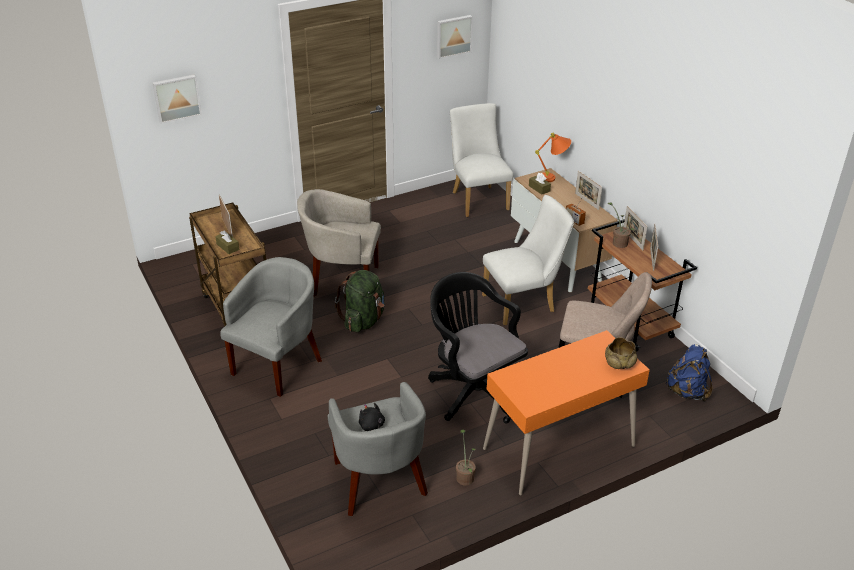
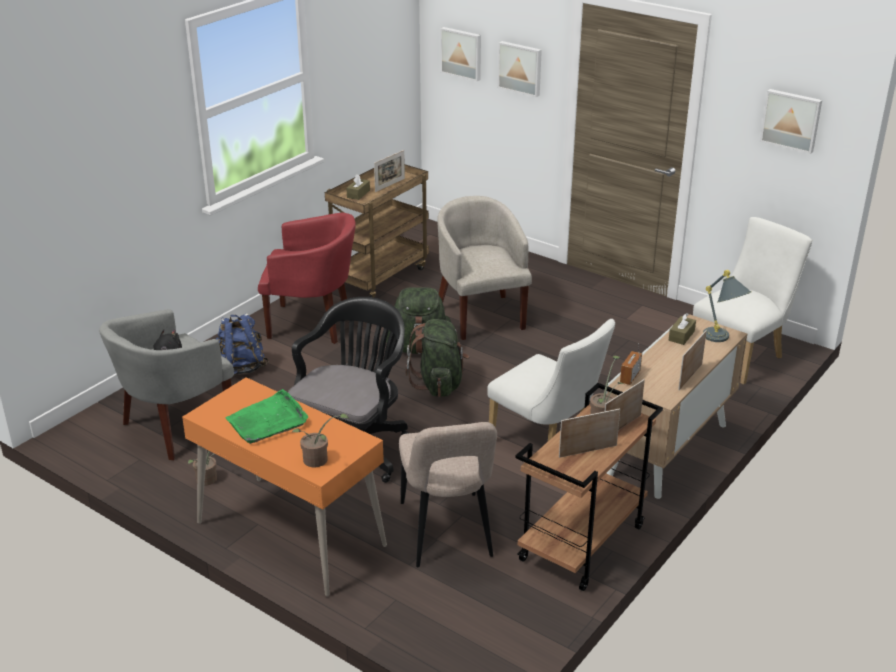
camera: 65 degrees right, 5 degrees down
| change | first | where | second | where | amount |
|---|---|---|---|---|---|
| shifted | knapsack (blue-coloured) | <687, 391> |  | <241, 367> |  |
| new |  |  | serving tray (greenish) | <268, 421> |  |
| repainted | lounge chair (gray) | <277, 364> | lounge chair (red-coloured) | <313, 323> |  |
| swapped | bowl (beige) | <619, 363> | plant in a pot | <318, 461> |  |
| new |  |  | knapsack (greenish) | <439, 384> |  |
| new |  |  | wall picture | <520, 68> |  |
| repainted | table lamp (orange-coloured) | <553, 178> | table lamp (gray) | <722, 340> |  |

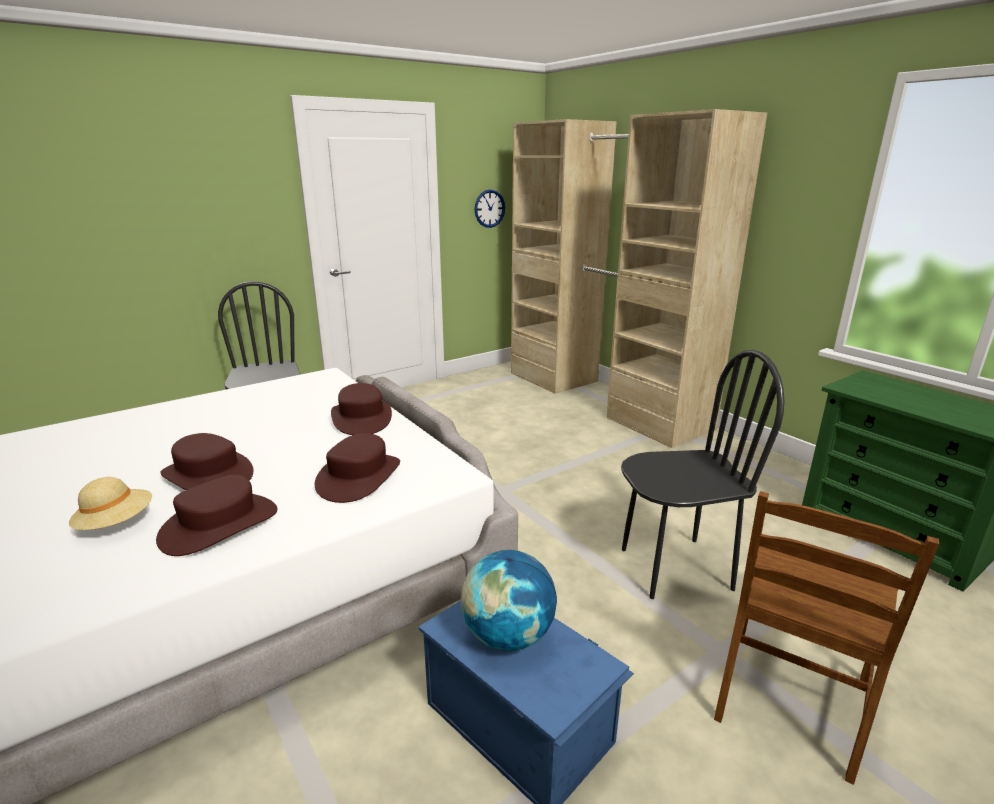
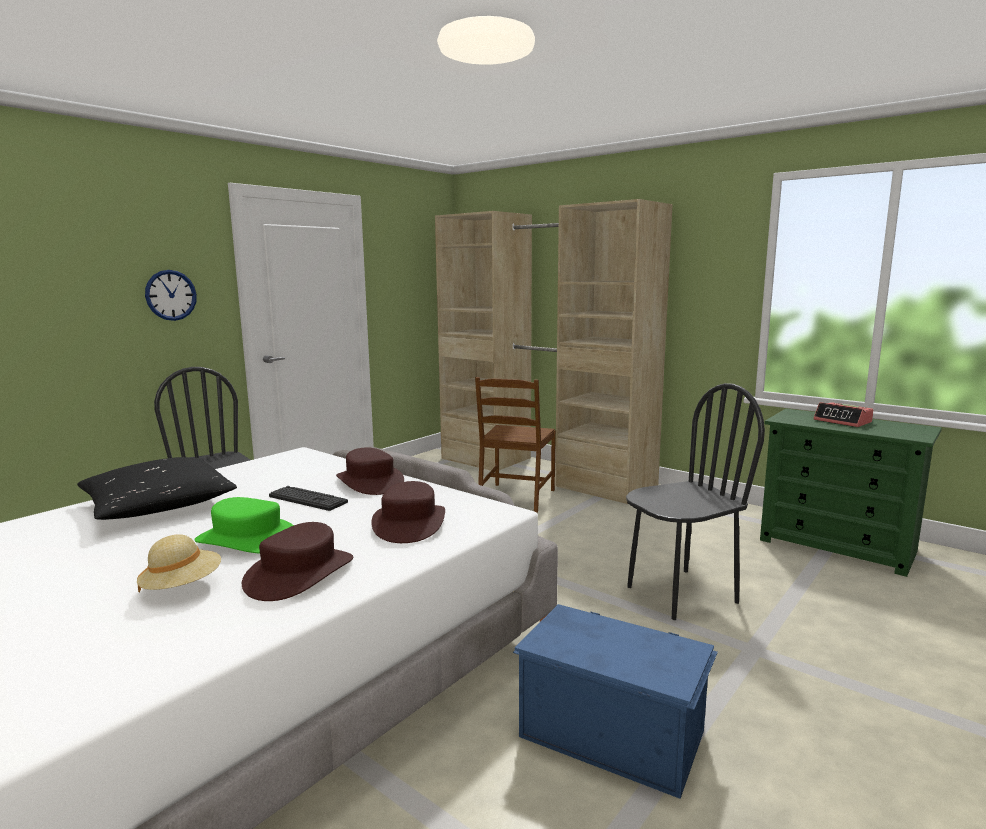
camera: 15 degrees left, 10 degrees down
| change | first | where | second | where | amount |
|---|---|---|---|---|---|
| new |  |  | throw pillow (black-coloured) | <158, 505> |  |
| shifted | wall clock | <489, 208> |  | <171, 295> |  |
| repainted | hat (brownish) | <209, 475> | hat (greenish) | <248, 539> |  |
| new |  |  | keyboard | <308, 499> |  |
| shifted | upright chair (brownish) | <791, 698> |  | <516, 498> |  |
| new |  |  | alarm clock | <843, 421> |  |
| gone | globe | <508, 635> |  |  |  |

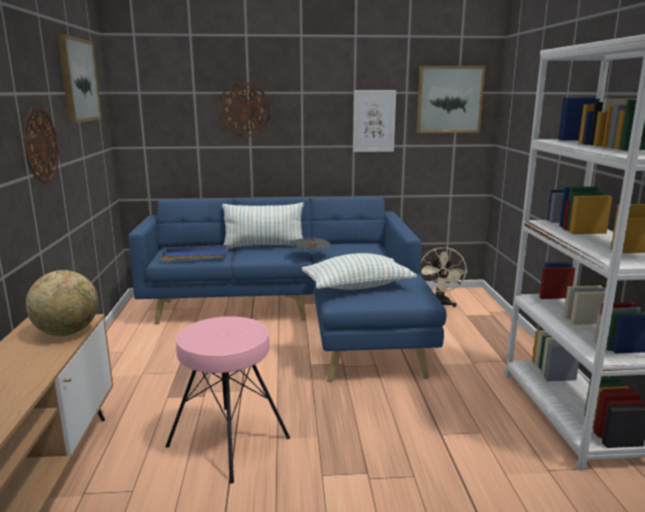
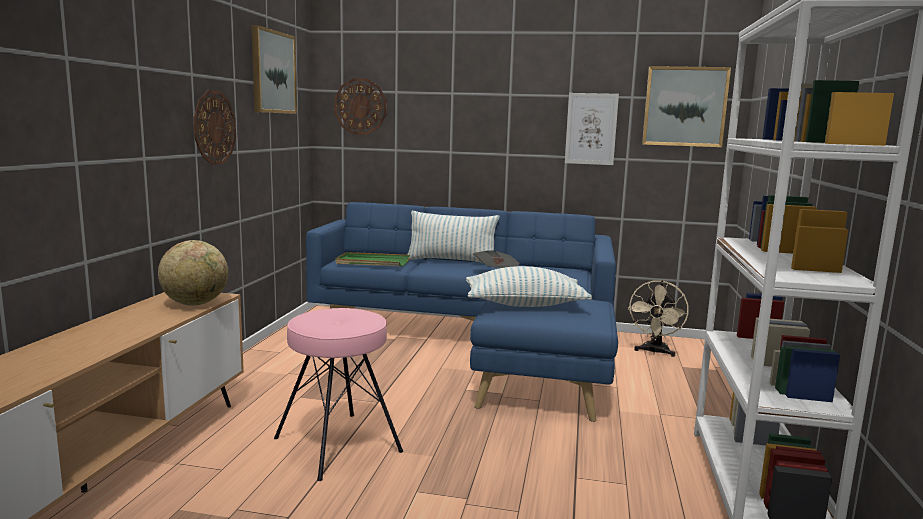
camera: 15 degrees right, 5 degrees down
| change | first | where | second | where | amount |
|---|---|---|---|---|---|
| shifted | wall clock | <244, 109> |  | <360, 106> |  |
| repainted | serving tray (blue-coloured) | <195, 256> | serving tray (greenish) | <372, 262> |  |

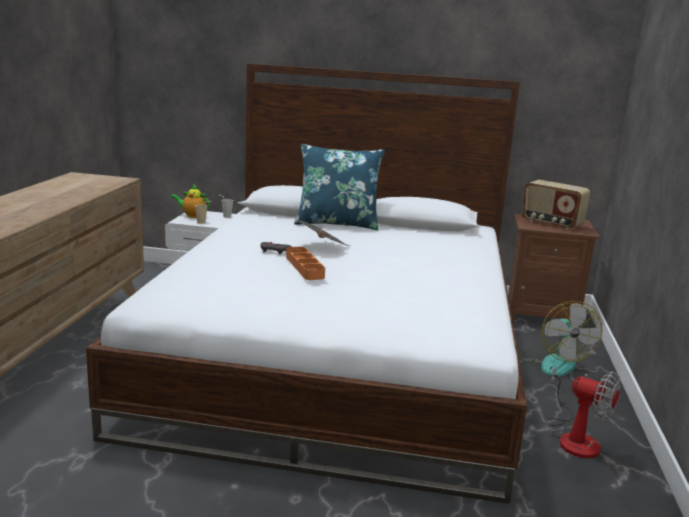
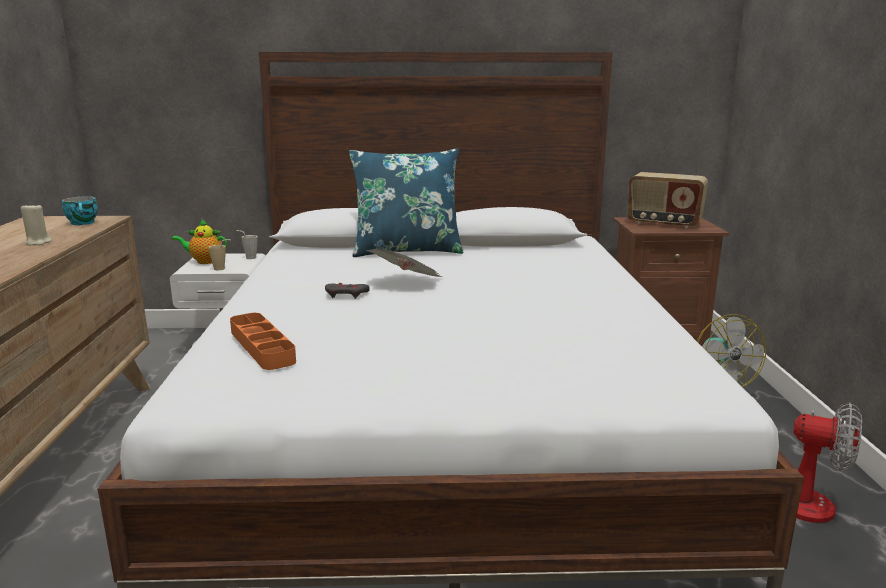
camera: 10 degrees left, 0 degrees up
| change | first | where | second | where | amount |
|---|---|---|---|---|---|
| new |  |  | wax candle (beige) | <38, 242> |  |
| new |  |  | drinking cup | <83, 223> |  |
| shifted | serving tray (orange-coloured) | <304, 267> |  | <262, 346> |  |

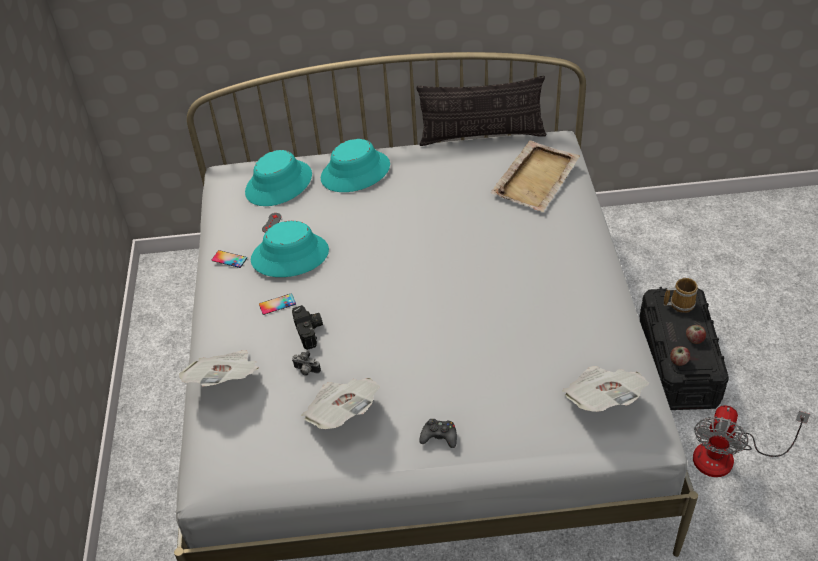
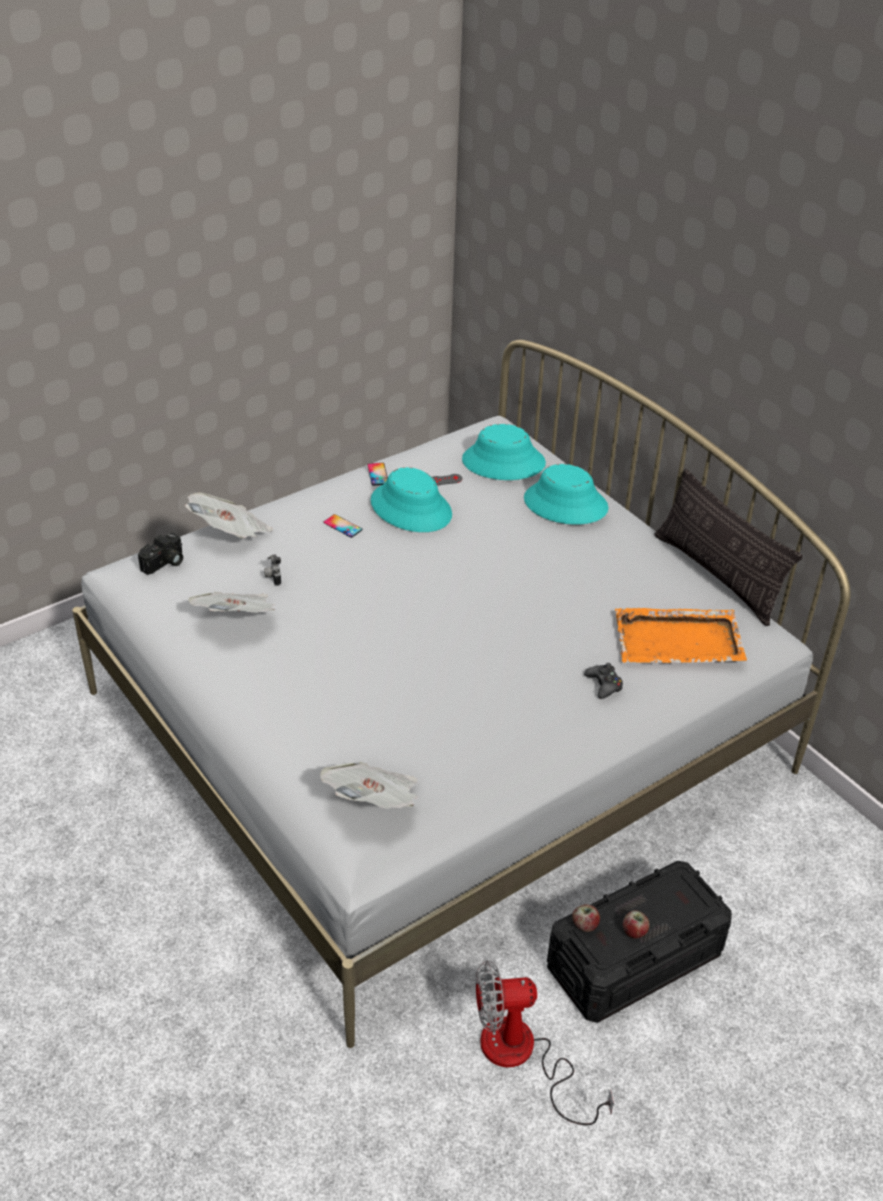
camera: 55 degrees right, 5 degrees down
| change | first | where | second | where | amount |
|---|---|---|---|---|---|
| shifted | still camera | <310, 332> |  | <165, 563> |  |
| shifted | joypad (black-coloured) | <439, 436> |  | <604, 685> |  |
| repainted | serving tray (beige) | <536, 178> | serving tray (orange-coloured) | <679, 640> |  |
| gone | tea mug | <680, 303> |  |  |  |

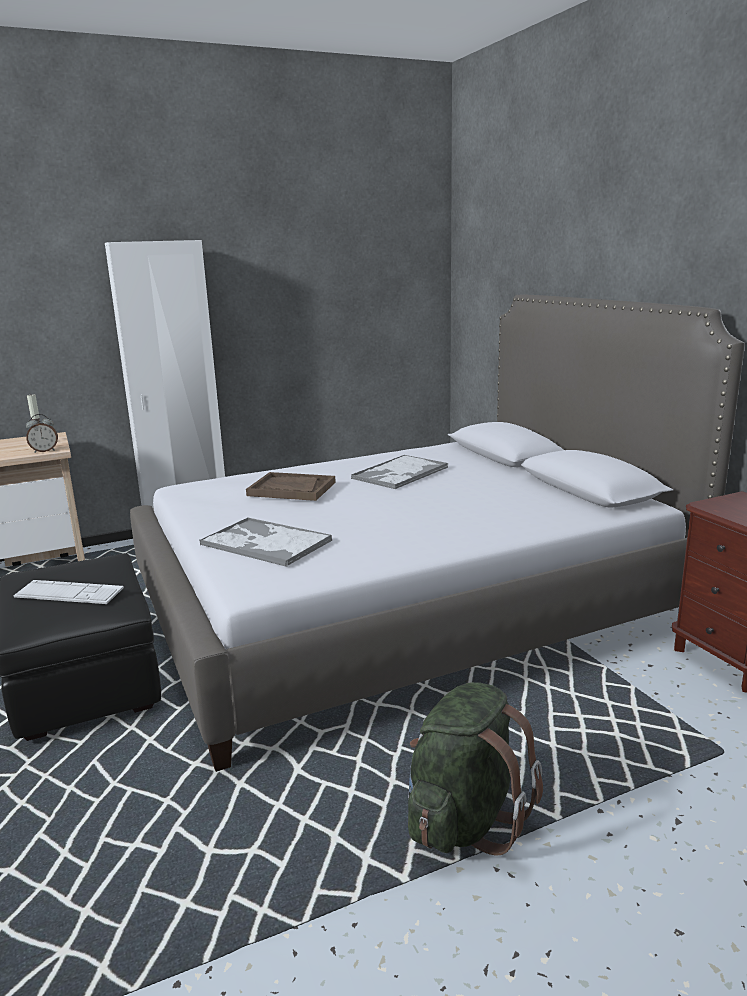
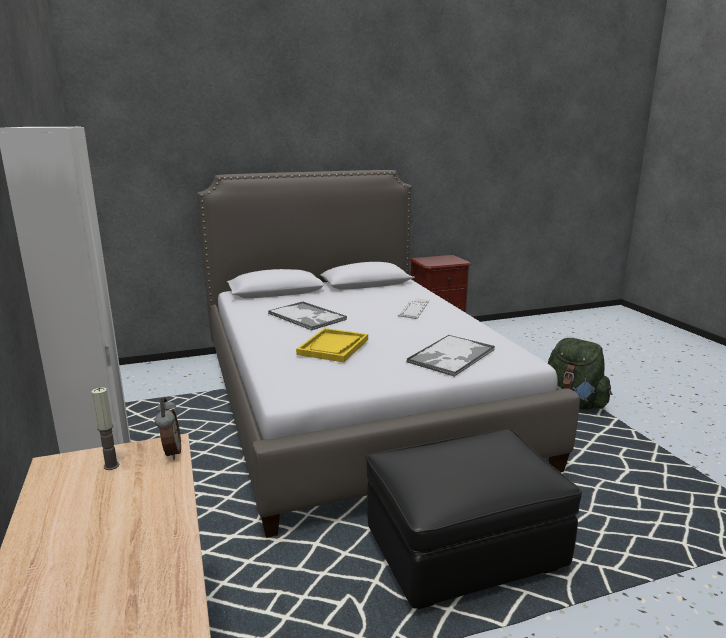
camera: 85 degrees left, 0 degrees up
| change | first | where | second | where | amount |
|---|---|---|---|---|---|
| repainted | serving tray (brownish) | <291, 489> | serving tray (yellow) | <333, 347> |  |
| shifted | keyboard | <69, 593> |  | <414, 309> |  |

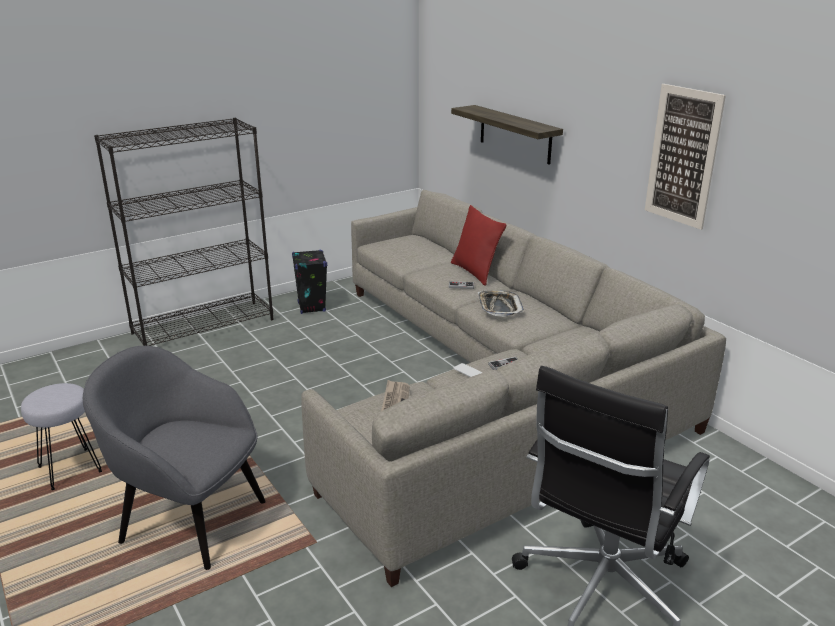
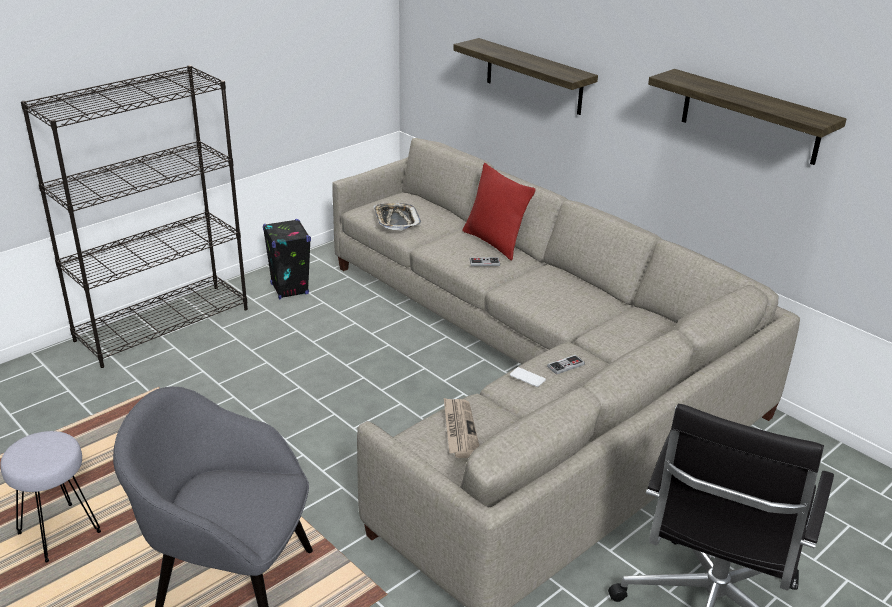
camera: 10 degrees left, 5 degrees up
| change | first | where | second | where | amount |
|---|---|---|---|---|---|
| shifted | serving tray | <499, 307> |  | <396, 220> |  |
| swapped | wall picture | <683, 156> | shelf | <750, 117> |  |

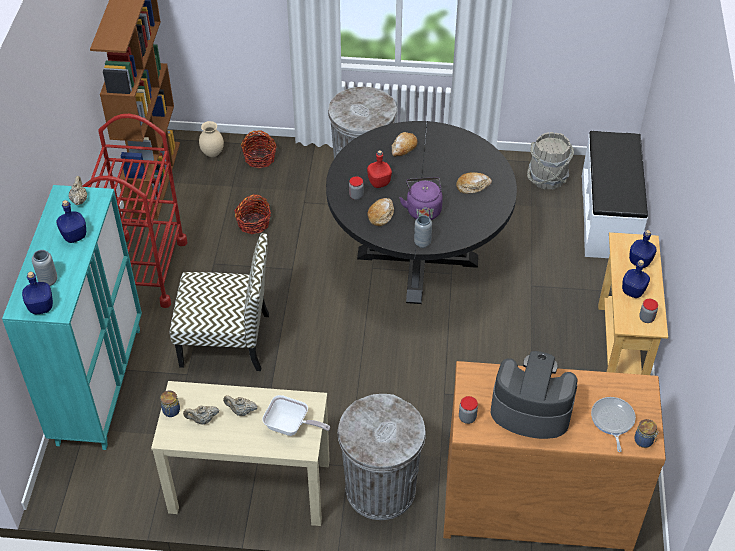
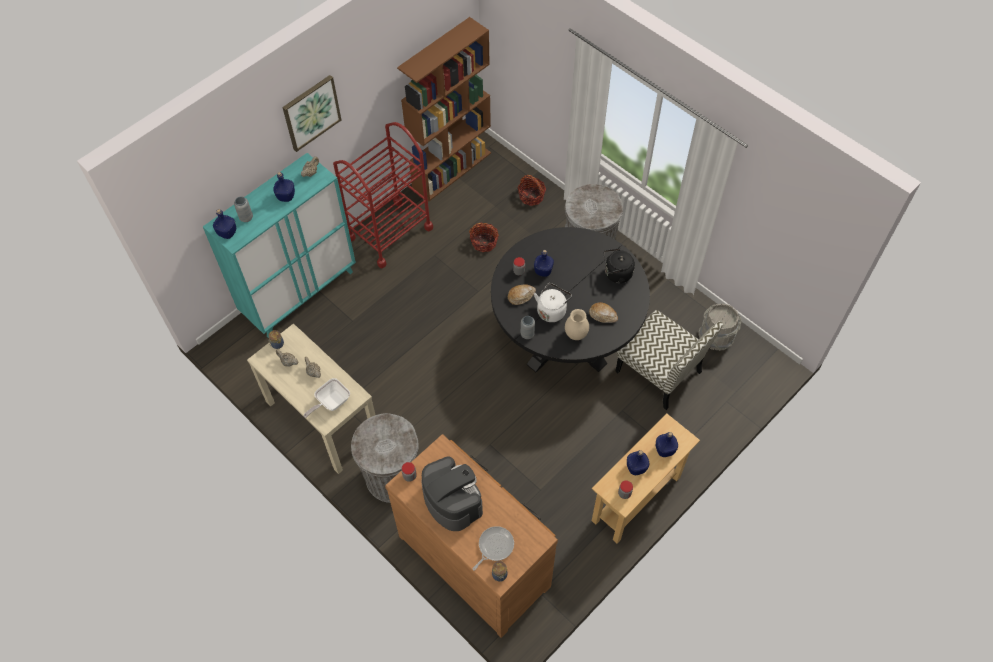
camera: 40 degrees right, 10 degrees up
| change | first | where | second | where | amount |
|---|---|---|---|---|---|
| new |  |  | wall picture | <311, 112> |  |
| rotated | pan | <290, 426> |  | <331, 403> | 75 degrees clockwise |
| repainted | drink bottle (red-coloured) | <379, 183> | drink bottle (blue-coloured) | <543, 271> |  |
| repainted | tea kettle (purple-coloured) | <423, 209> | tea kettle (white-coloured) | <552, 310> |  |
| shifted | vase (beige) | <212, 153> |  | <575, 334> |  |
| new |  |  | tea kettle (black-coloured) | <616, 274> |  |
| shifted | upright chair | <227, 340> |  | <660, 372> |  |
| gone | bakery bread | <403, 148> |  |  |  |
| gone | bench (white-coloured) | <609, 216> |  |  |  |

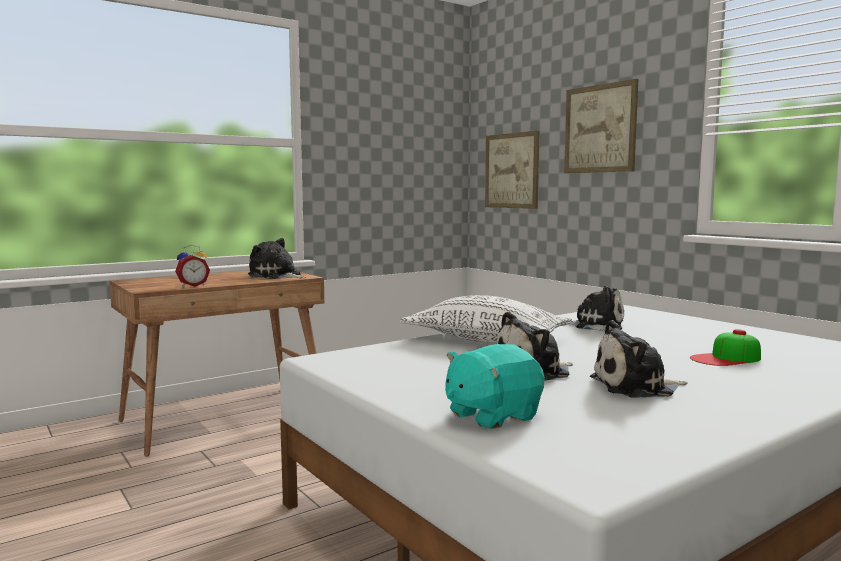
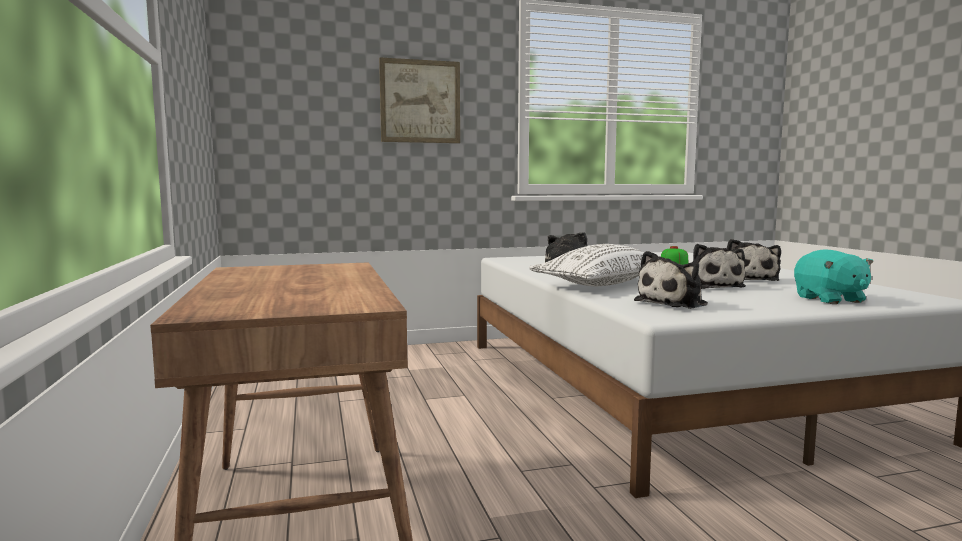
camera: 70 degrees left, 0 degrees up
| change | first | where | second | where | amount |
|---|---|---|---|---|---|
| shifted | cuddly toy | <276, 276> |  | <674, 303> |  |
| gone | alarm clock | <192, 285> |  |  |  |
| gone | wall picture | <511, 170> |  |  |  |

